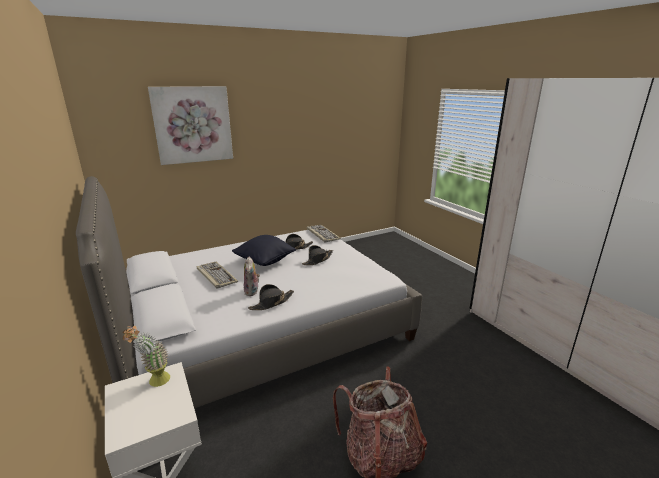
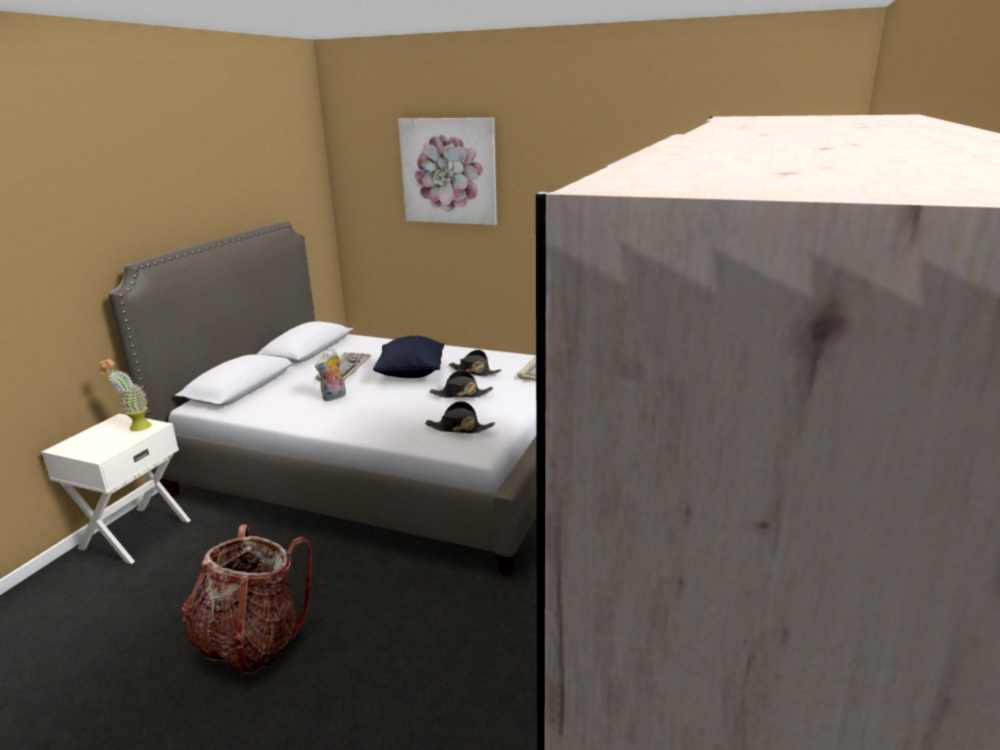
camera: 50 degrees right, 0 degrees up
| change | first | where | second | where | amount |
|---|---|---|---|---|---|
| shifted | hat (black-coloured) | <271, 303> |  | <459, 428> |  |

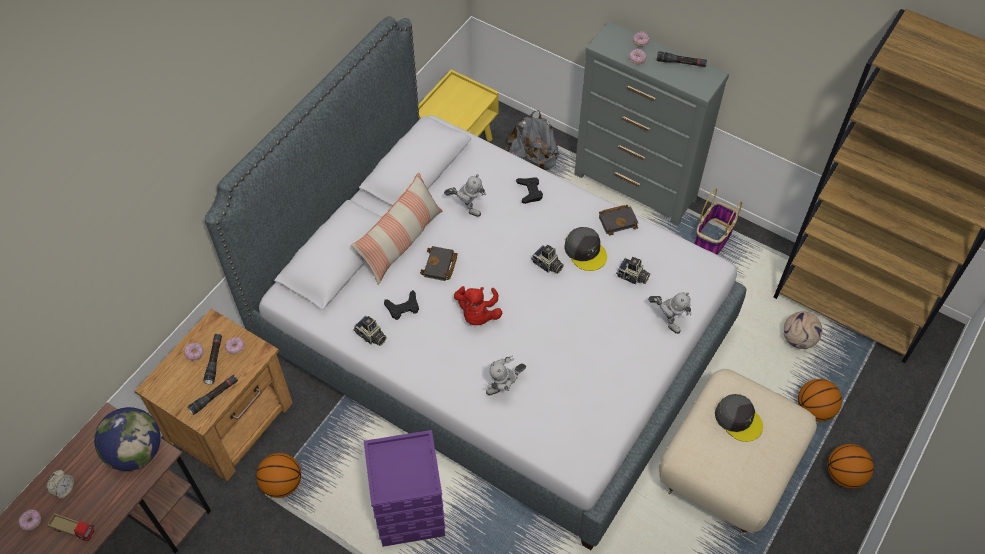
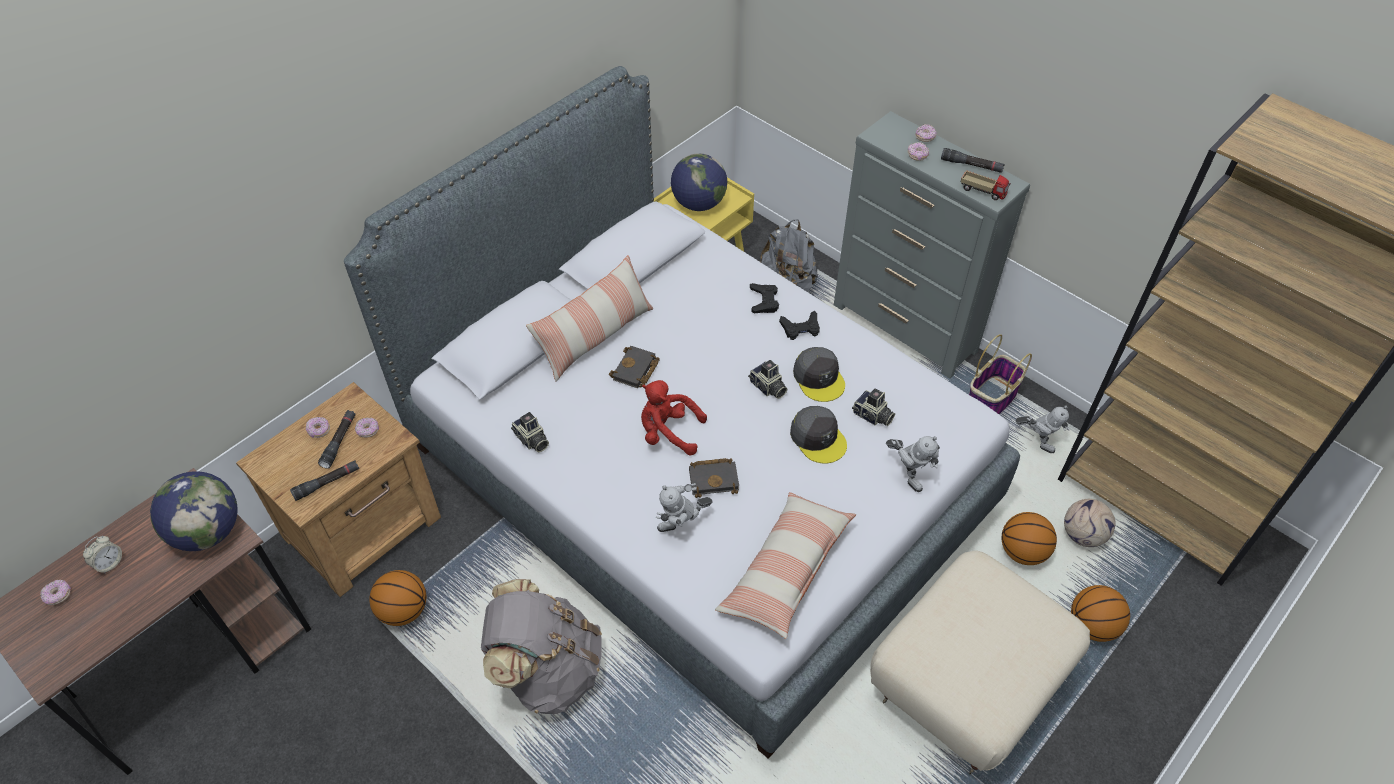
camera: 10 degrees right, 5 degrees down
| change | first | where | second | where | amount |
|---|---|---|---|---|---|
| swapped | storage bin (purple-coloured) | <408, 511> | knapsack (gray) | <548, 669> |  |
| rotated | cuddly toy (red-coloured) | <477, 314> |  | <668, 432> | 90 degrees clockwise |
| new |  |  | globe | <698, 204> |  |
| shifted | bound book (black-coloured) | <618, 220> |  | <714, 479> |  |
| new |  |  | throw pillow | <786, 570> |  |
| shifted | joypad (black-coloured) | <403, 307> |  | <800, 328> |  |
| shifted | baseball cap (gray) | <738, 419> |  | <818, 438> |  |
| shifted | toy truck | <74, 530> |  | <983, 191> |  |
| shifted | basketball ball | <844, 474> |  | <1022, 551> |  |
| shifted | toy robot | <466, 208> |  | <1037, 441> |  |

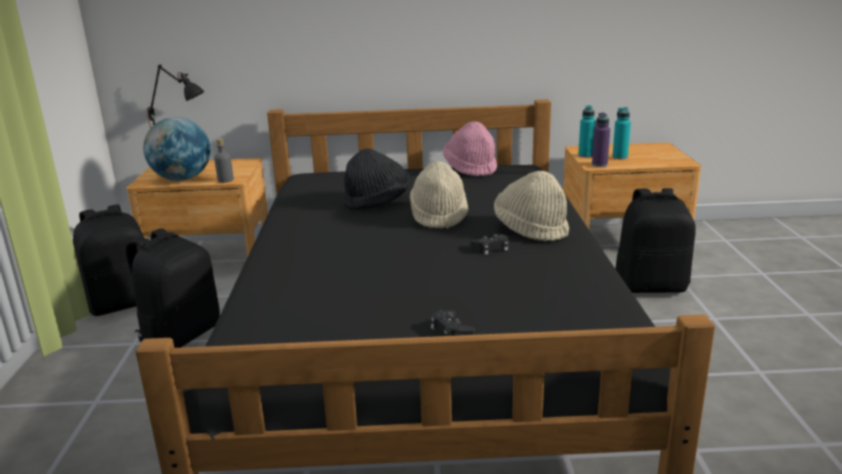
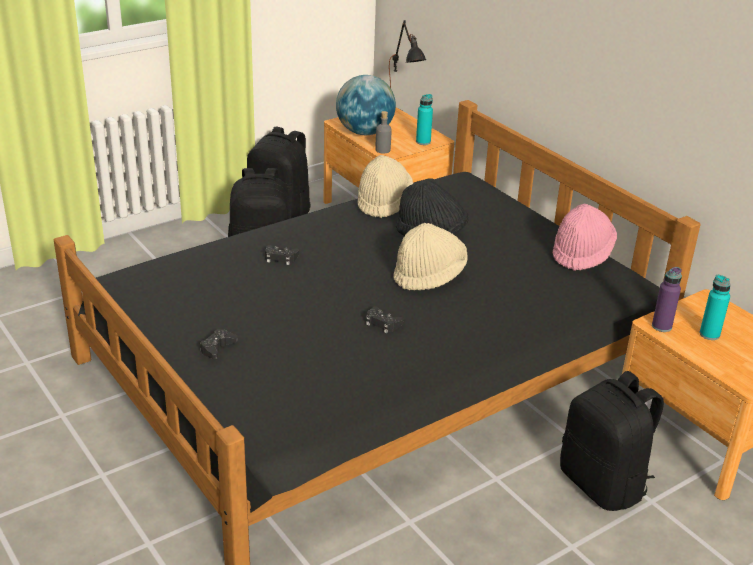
camera: 55 degrees right, 10 degrees up
| change | first | where | second | where | amount |
|---|---|---|---|---|---|
| new |  |  | joypad (black-coloured) | <280, 258> |  |
| shifted | hat (beige) | <531, 229> |  | <383, 202> |  |
| shifted | drink bottle (turquoise-coloured) | <585, 155> |  | <423, 142> |  |

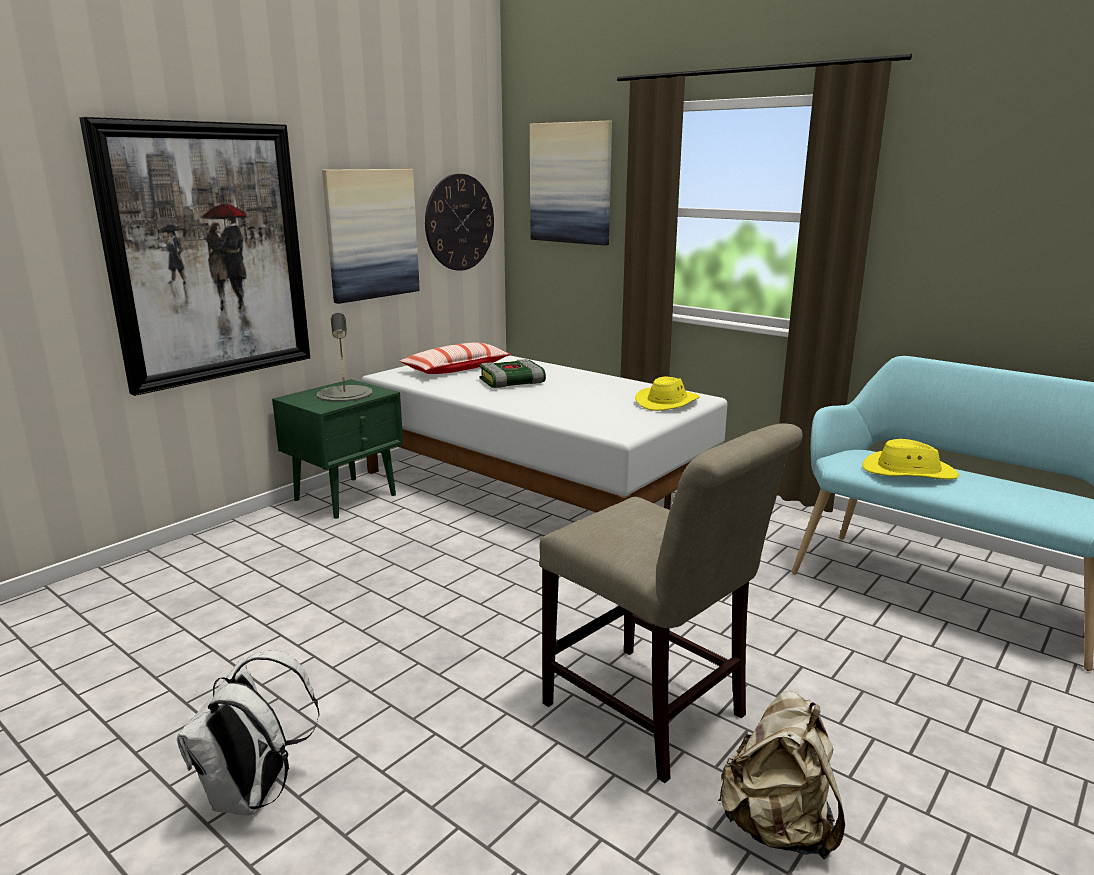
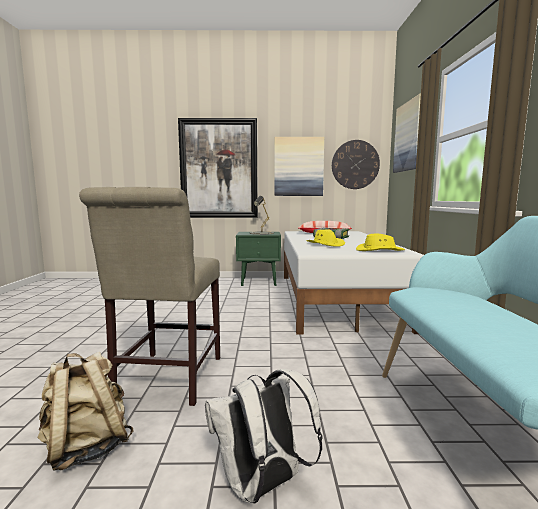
camera: 50 degrees right, 10 degrees down
| change | first | where | second | where | amount |
|---|---|---|---|---|---|
| shifted | knapsack (white-coloured) | <254, 794> |  | <262, 486> |  |
| shifted | hat (yellow) | <908, 472> |  | <326, 244> |  |

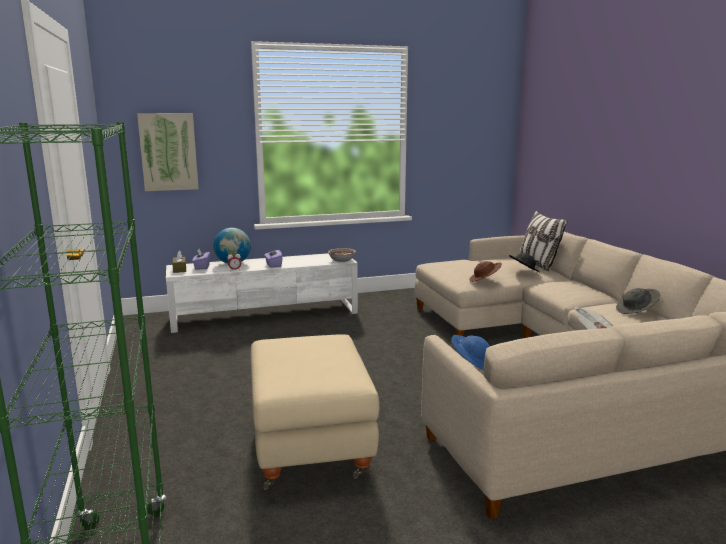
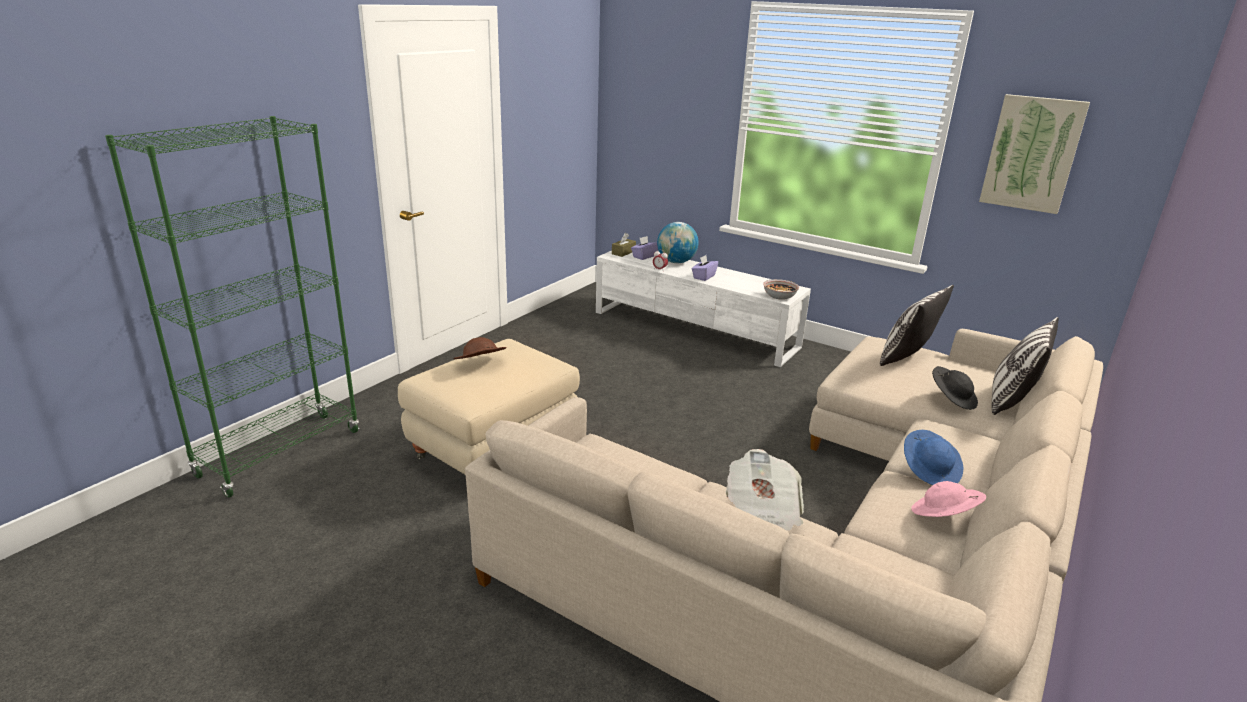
camera: 50 degrees right, 10 degrees up
| change | first | where | second | where | amount |
|---|---|---|---|---|---|
| shifted | hat (brownish) | <485, 280> |  | <480, 365> |  |
| new |  |  | throw pillow | <906, 358> |  |
| shifted | hat (blue-coloured) | <473, 364> |  | <930, 471> |  |
| repainted | hat (gray) | <636, 311> | hat (pink) | <943, 517> |  |
| shifted | wall picture | <168, 152> |  | <1032, 153> |  |

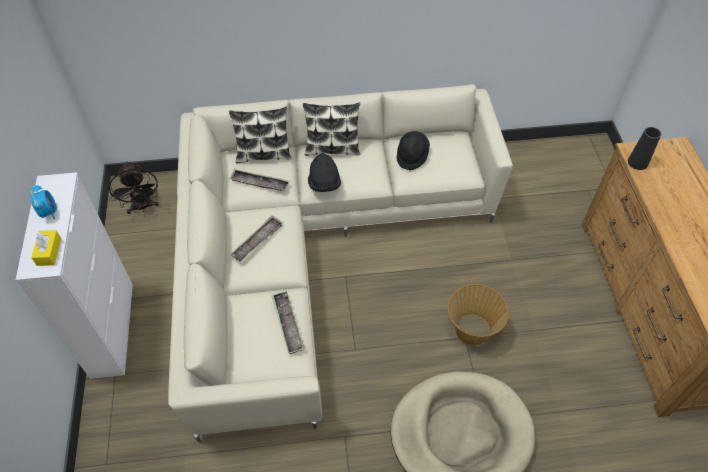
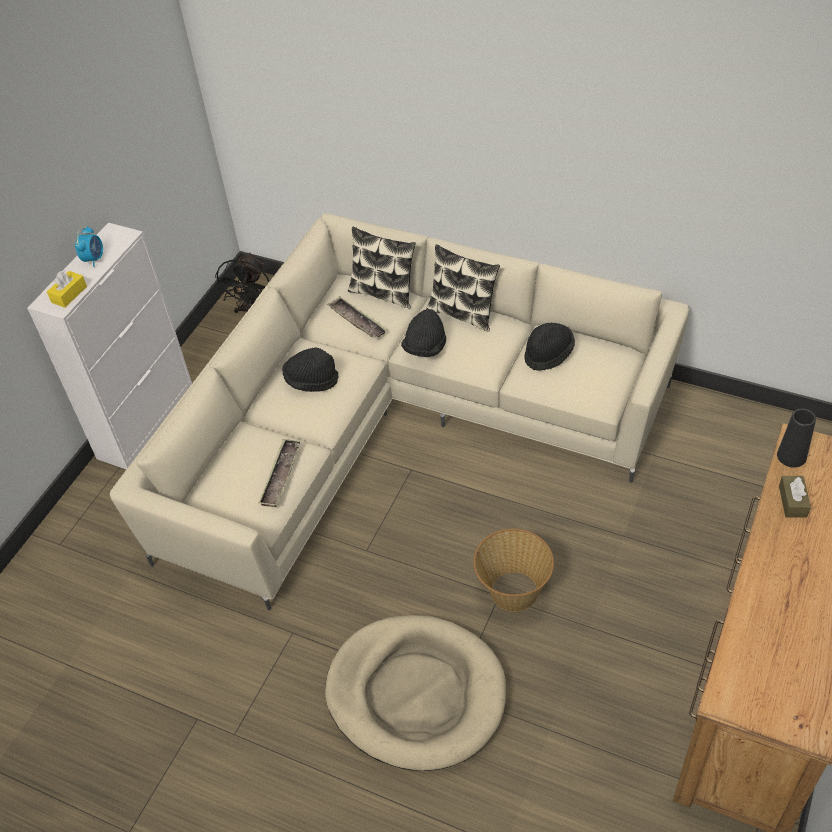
camera: 35 degrees right, 5 degrees down
| change | first | where | second | where | amount |
|---|---|---|---|---|---|
| swapped | serving tray | <257, 241> | hat (black-coloured) | <311, 381> |  |
| new |  |  | box of tissues (brownish) | <792, 501> |  |

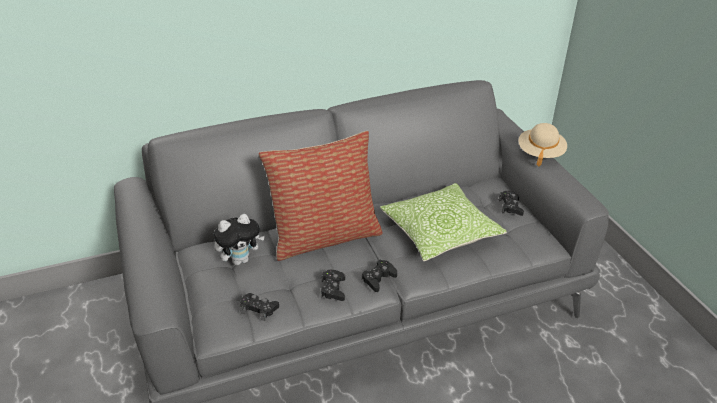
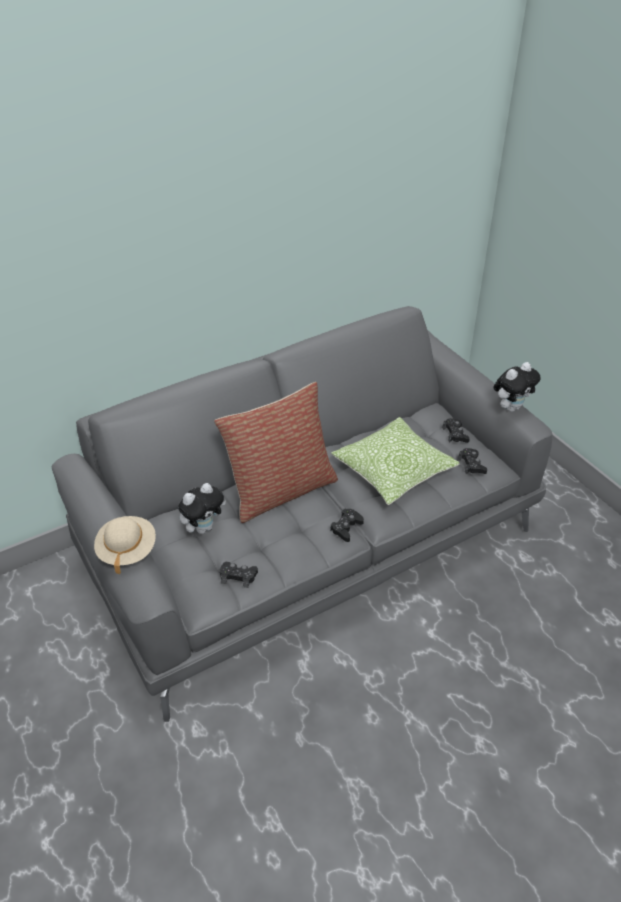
camera: 10 degrees left, 5 degrees up
| change | first | where | second | where | amount |
|---|---|---|---|---|---|
| shifted | hat (beige) | <540, 153> |  | <127, 550> |  |
| shifted | joypad (black-coloured) | <333, 289> |  | <472, 465> |  |
| new |  |  | cuddly toy | <511, 407> |  |

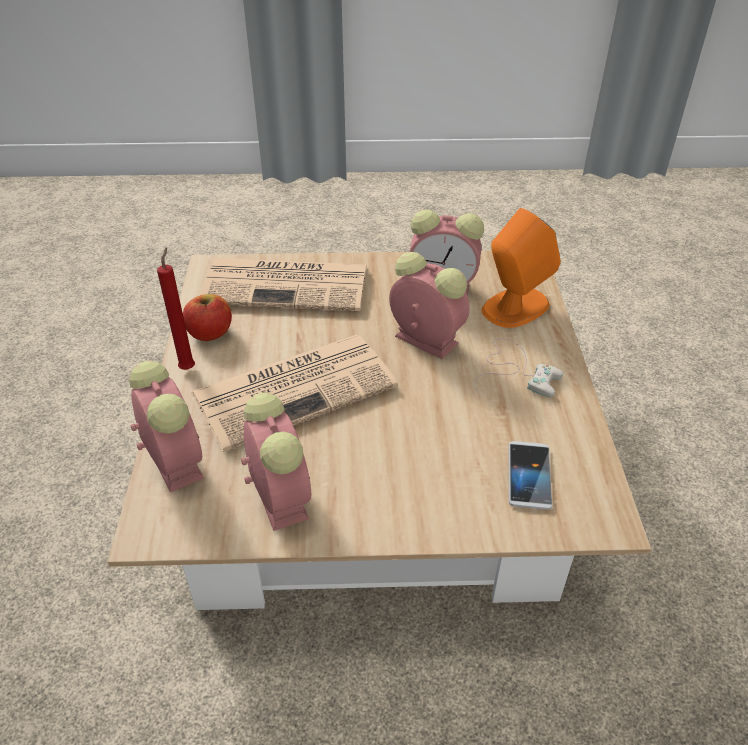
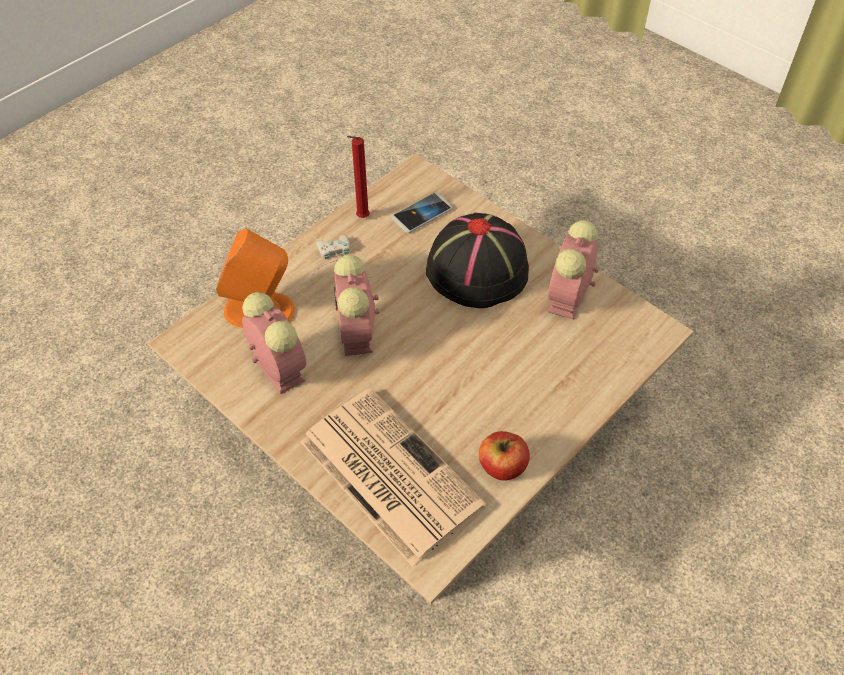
camera: 135 degrees left, 10 degrees up
| change | first | where | second | where | amount |
|---|---|---|---|---|---|
| shifted | wax candle (red-coloured) | <188, 367> |  | <361, 218> |  |
| new |  |  | hat (black-coloured) | <478, 270> |  |
| gone | alarm clock | <173, 460> |  |  |  |
| gone | newspaper | <296, 388> |  |  |  |

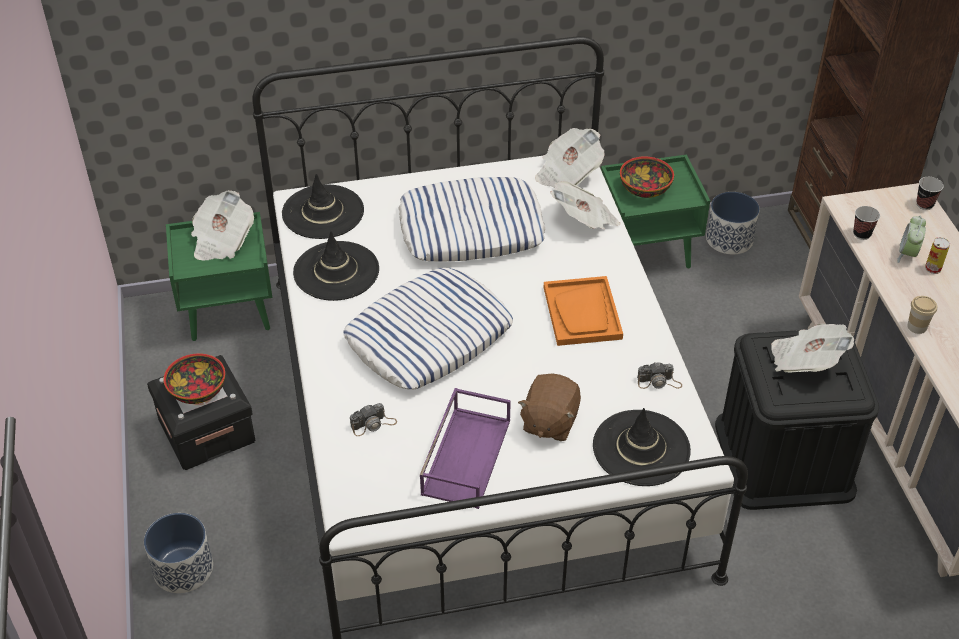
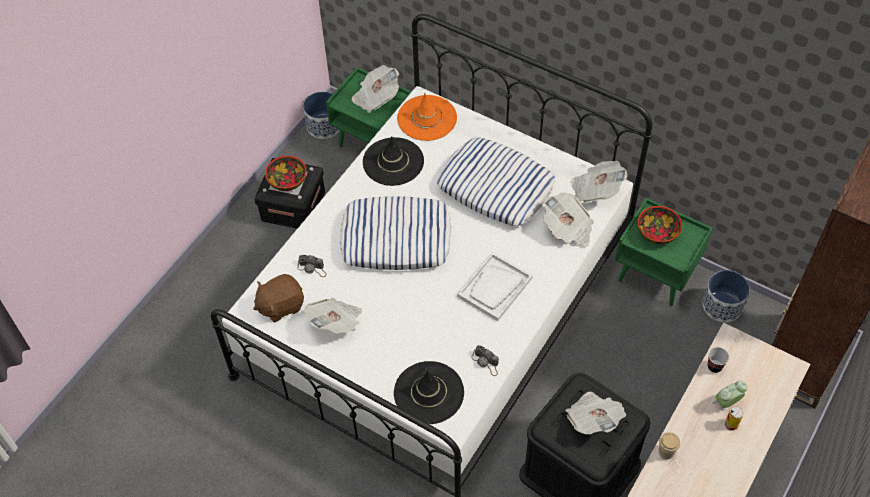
camera: 45 degrees right, 10 degrees up
| change | first | where | second | where | amount |
|---|---|---|---|---|---|
| shifted | cuddly toy (brownish) | <549, 422> |  | <280, 305> |  |
| shifted | planter | <183, 568> |  | <324, 126> |  |
| swapped | serving tray (purple-coloured) | <465, 455> | newspaper | <336, 323> |  |
| repainted | hat (black-coloured) | <323, 212> | hat (orange-coloured) | <427, 118> |  |
| repainted | serving tray (orange-coloured) | <582, 313> | serving tray (white-coloured) | <495, 287> |  |
| gone | drinking cup | <924, 204> |  |  |  |

